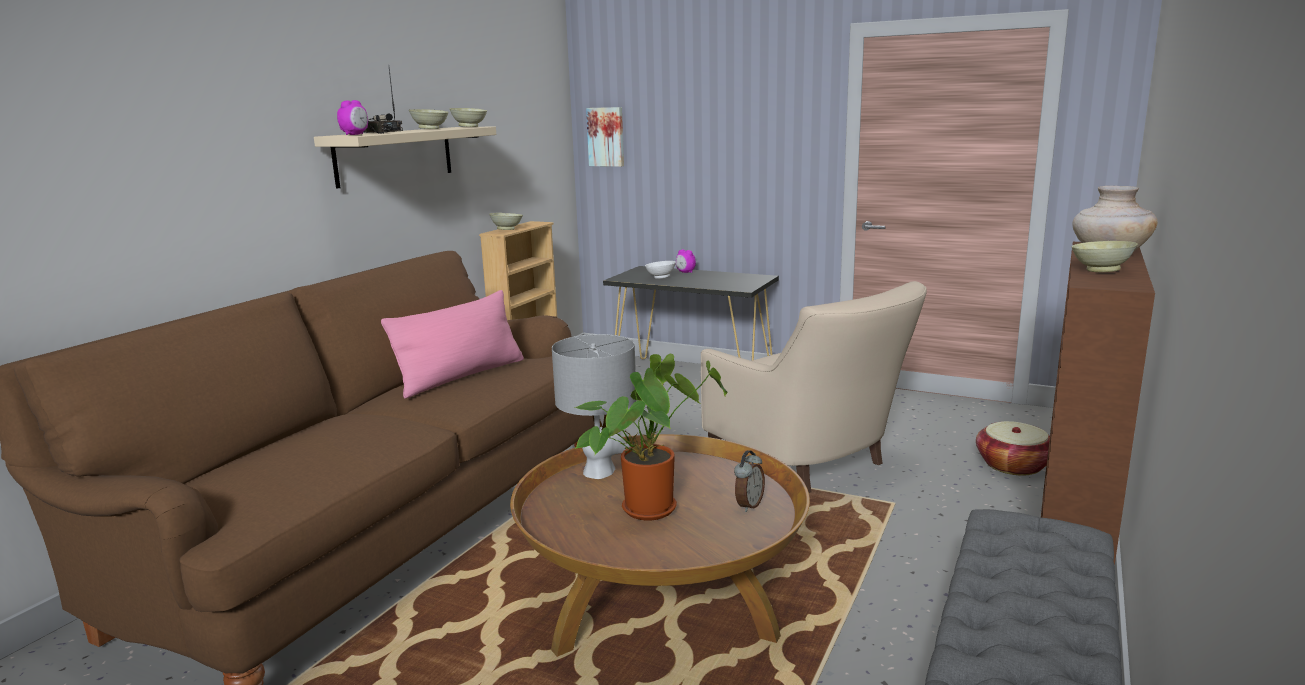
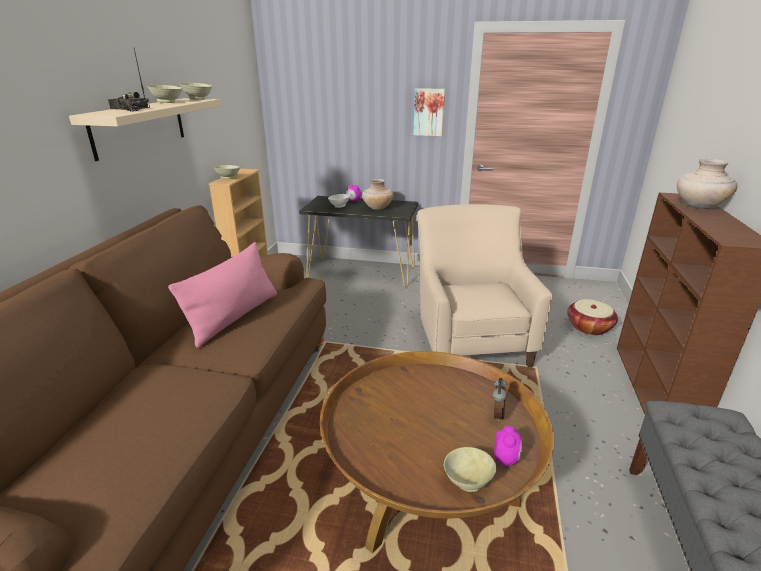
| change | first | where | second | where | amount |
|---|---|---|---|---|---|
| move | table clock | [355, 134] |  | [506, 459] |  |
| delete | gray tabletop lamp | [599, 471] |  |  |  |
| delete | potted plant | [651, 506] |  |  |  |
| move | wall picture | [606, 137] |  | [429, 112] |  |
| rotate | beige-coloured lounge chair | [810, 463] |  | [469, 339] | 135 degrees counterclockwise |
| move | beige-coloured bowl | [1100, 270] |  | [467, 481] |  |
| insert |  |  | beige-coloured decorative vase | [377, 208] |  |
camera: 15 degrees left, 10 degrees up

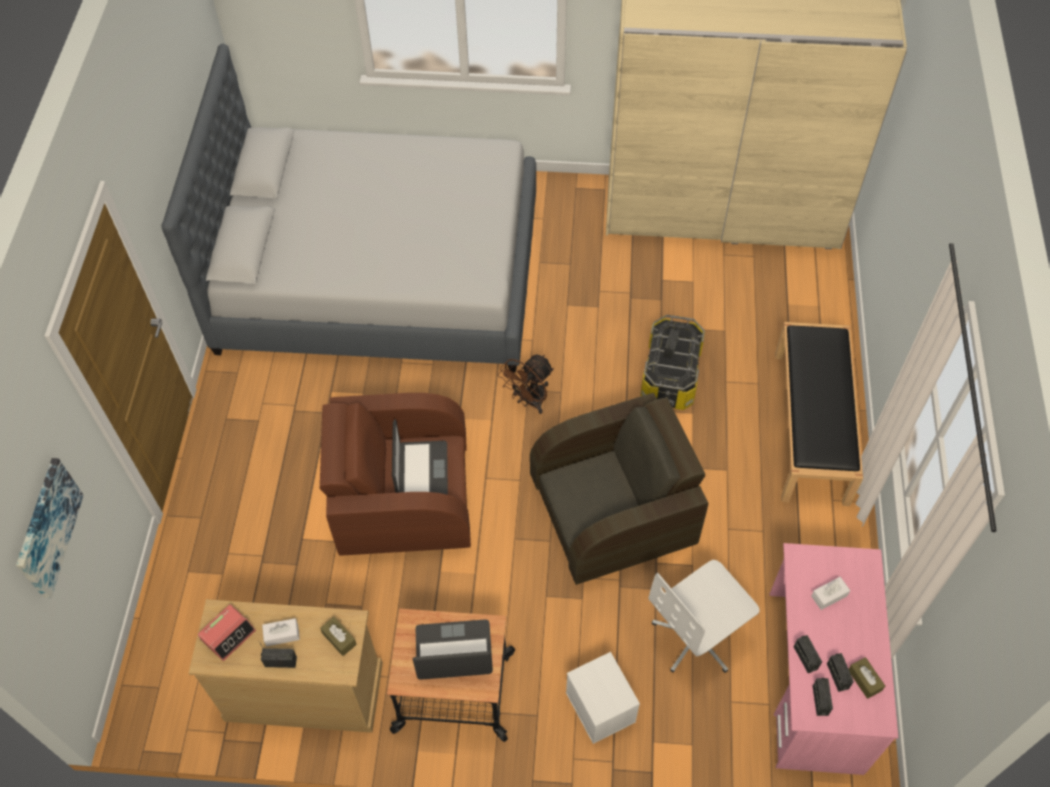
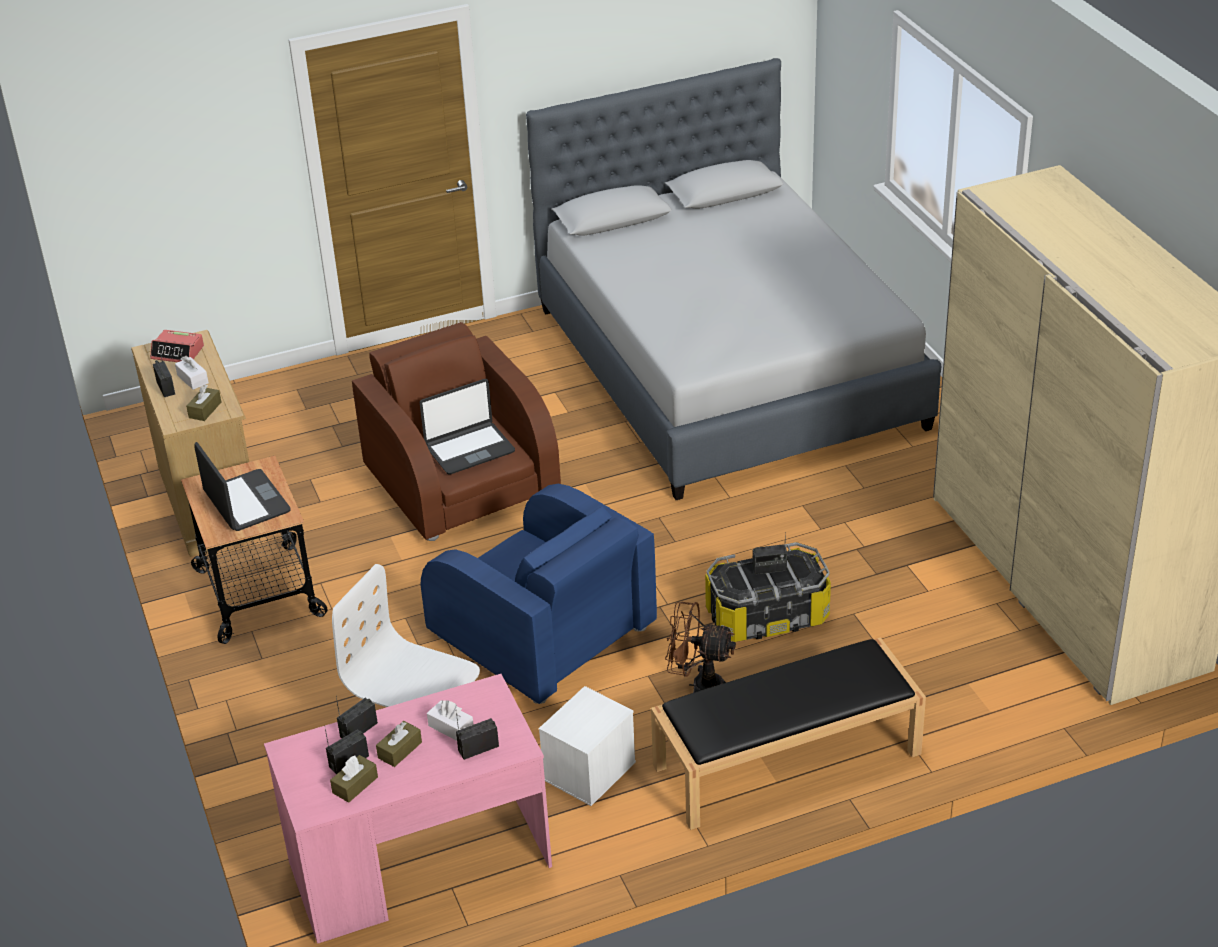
| change | first | where | second | where | amount |
|---|---|---|---|---|---|
| delete | wall picture | [47, 528] |  |  |  |
| move | brown-coloured cooling fan | [529, 401] |  | [699, 686] |  |
| recolor | brown-coloured lounge chair | [614, 512] | bluish lounge chair | [543, 633] |  |
| move | white-coloured storage box | [601, 707] |  | [589, 772] |  |
| move | radio set | [820, 700] |  | [478, 748] |  |
| insert |  |  | brown-coloured box of tissues | [400, 750] |  |
camera: 65 degrees right, 20 degrees down

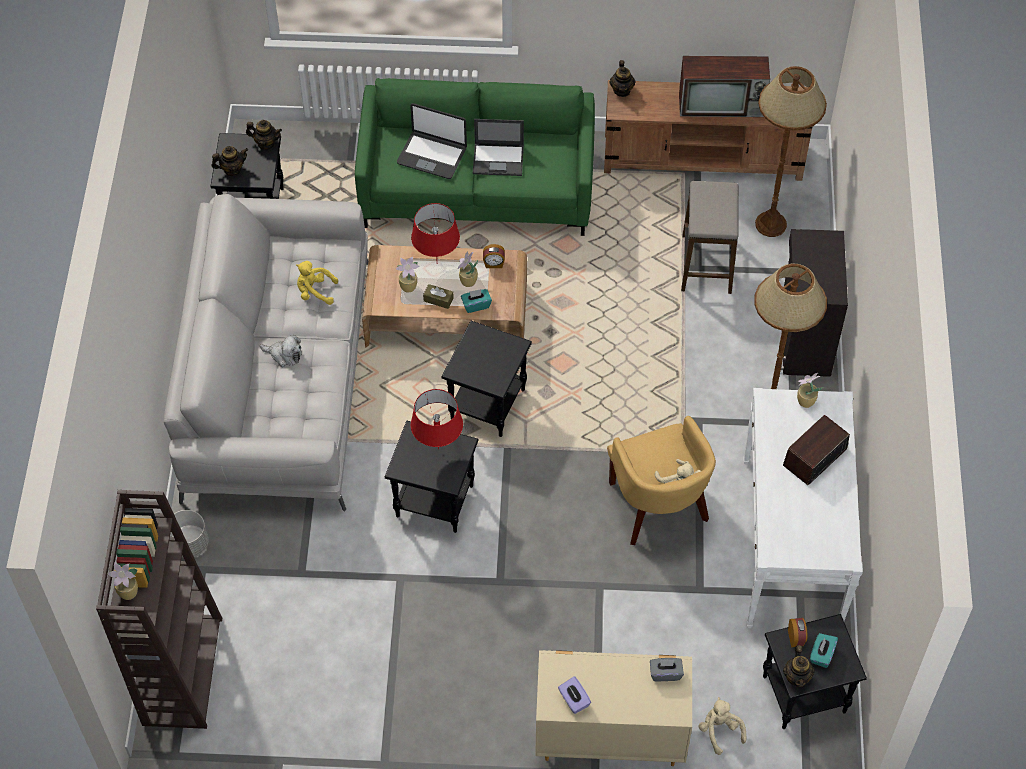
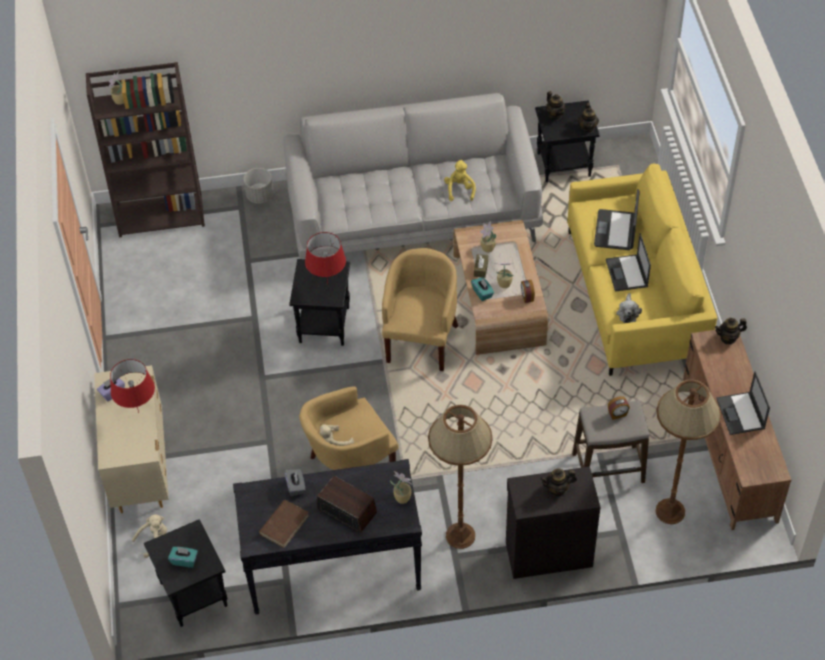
| change | first | where | second | where | amount |
|---|---|---|---|---|---|
| move | cuddly toy | [284, 355] |  | [628, 312] |  |
| recolor | green couch | [477, 189] | yellowish couch | [634, 296] |  |
| move | red tabletop lamp | [437, 263] |  | [139, 413] |  |
| replace | black accent table | [487, 403] | yellowish lounge chair | [421, 340] |  |
| move | gray box of tissues | [665, 673] |  | [295, 486] |  |
| replace | television | [723, 105] | portable computer | [741, 414] |  |
| recolor | white-coloured console table | [791, 544] | black console table | [332, 568] |  |
| move | tea pot | [797, 677] |  | [557, 489] |  |
| move | table clock | [796, 638] |  | [617, 414] |  |
| insert |  |  | brown-coloured volume | [284, 524] |  |
camera: 80 degrees right, 5 degrees down

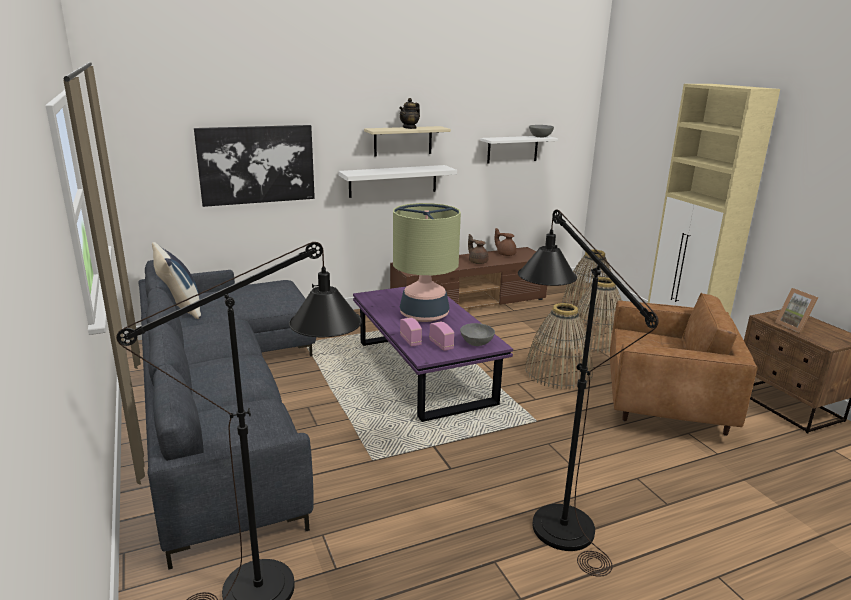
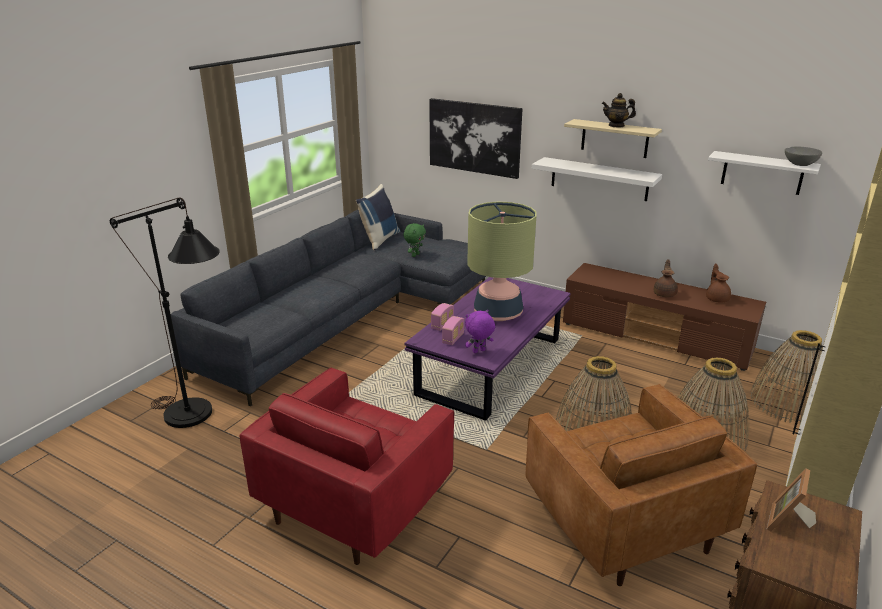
| change | first | where | second | where | amount |
|---|---|---|---|---|---|
| replace | gray bowl | [476, 343] | purple-coloured cuddly toy | [479, 351] |  |
| replace | black standard lamp | [552, 516] | red lounge chair | [354, 503] |  |
| insert |  |  | green cuddly toy | [415, 255] |  |
camera: 55 degrees right, 5 degrees up

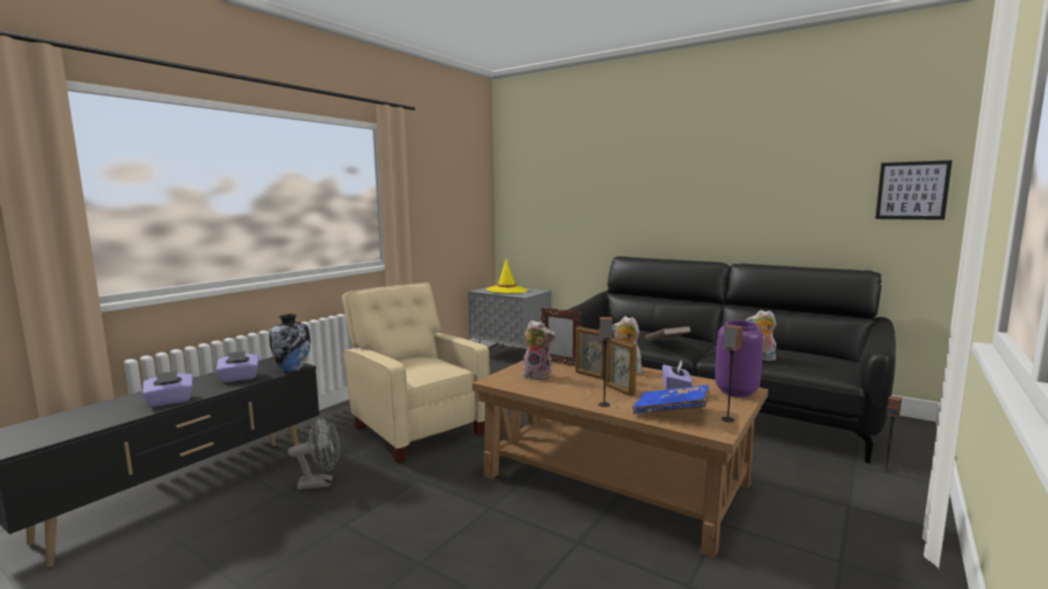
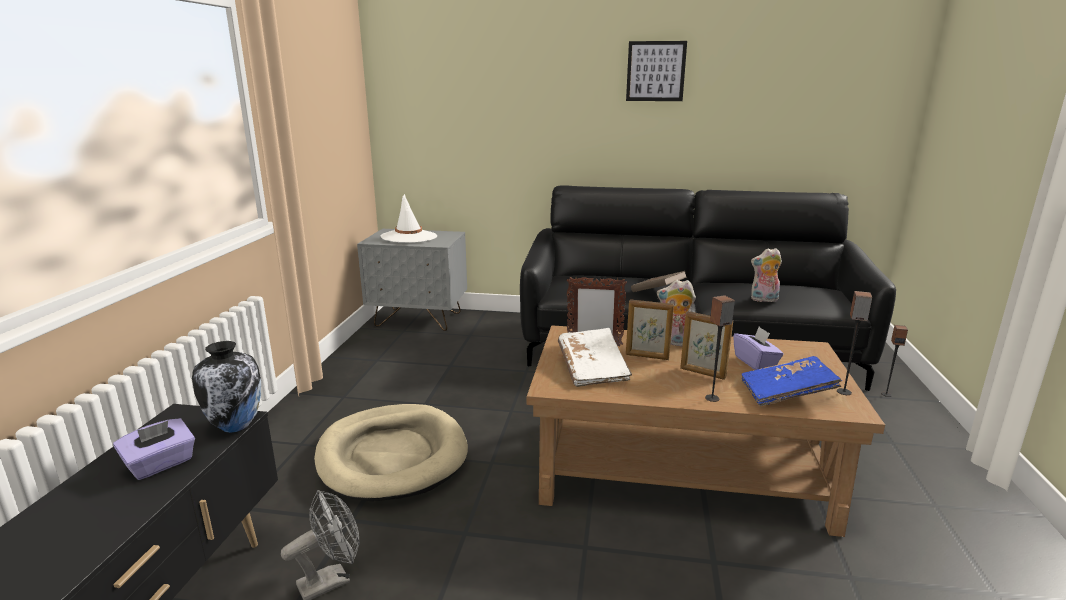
| change | first | where | second | where | amount |
|---|---|---|---|---|---|
| delete | purple-coloured box of tissues | [170, 401] |  |  |  |
| replace | beige-coloured lounge chair | [417, 428] | beige-coloured pet bed | [392, 456] |  |
| recolor | yellowish wearable hat | [507, 290] | white-coloured wearable hat | [409, 237] |  |
| replace | cuddly toy | [538, 376] | white-coloured volume | [592, 369] |  |
| delete | purple-coloured decorative vase | [736, 391] |  |  |  |
| move | wall picture | [912, 190] |  | [655, 71] |  |
camera: 25 degrees left, 10 degrees up

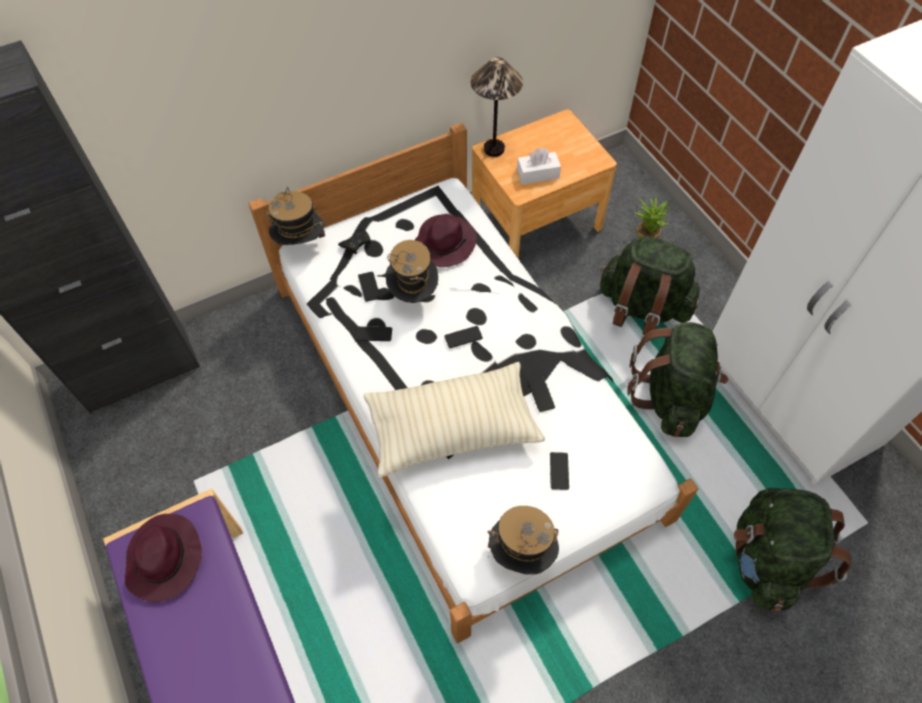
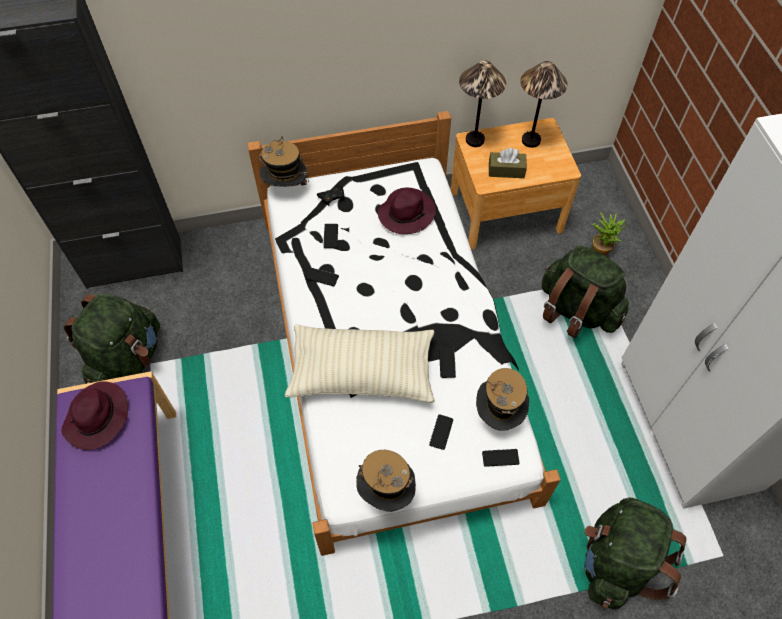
| change | first | where | second | where | amount |
|---|---|---|---|---|---|
| move | wearable hat | [413, 295] |  | [498, 414] |  |
| move | handset | [463, 337] |  | [500, 458] |  |
| recolor | white-coloured box of tissues | [537, 174] | brown-coloured box of tissues | [506, 170] |  |
| move | green backpack | [671, 397] |  | [127, 360] |  |
| insert |  |  | tabletop lamp | [530, 140] |  |
camera: 15 degrees right, 0 degrees up

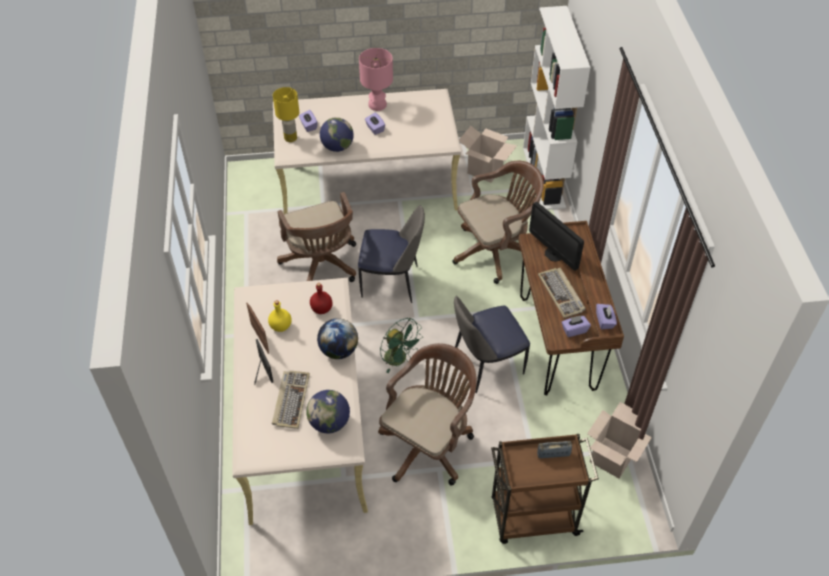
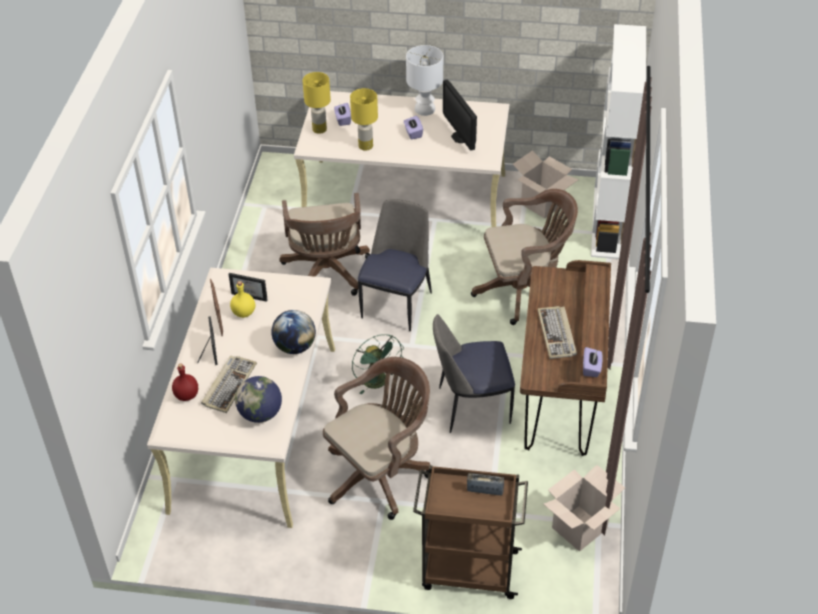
| change | first | where | second | where | amount |
|---|---|---|---|---|---|
| move | red drink bottle | [321, 309] |  | [186, 395] |  |
| replace | world globe | [337, 147] | yellowish tabletop lamp | [366, 146] |  |
| rotate | upright chair | [392, 282] |  | [397, 303] | 90 degrees counterclockwise |
| recolor | pink-coloured tabletop lamp | [377, 105] | white-coloured tabletop lamp | [424, 109] |  |
| move | computer screen | [553, 254] |  | [460, 137] |  |
| delete | purple-coloured box of tissues | [574, 330] |  |  |  |
| insert |  |  | photo frame | [251, 294] |  |
camera: 15 degrees right, 5 degrees down

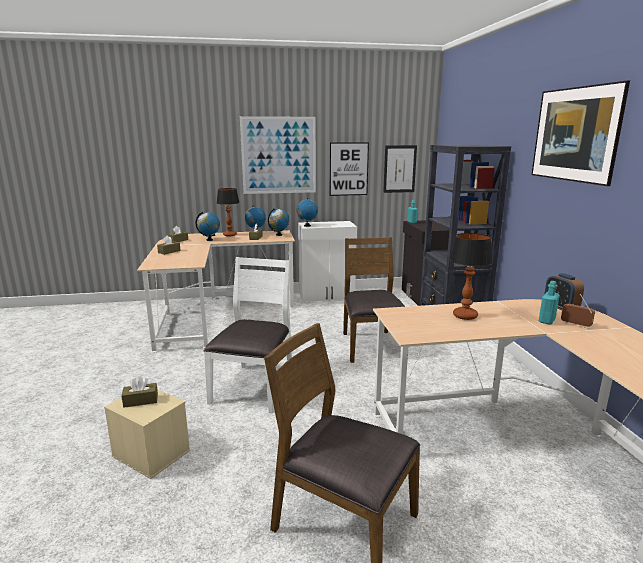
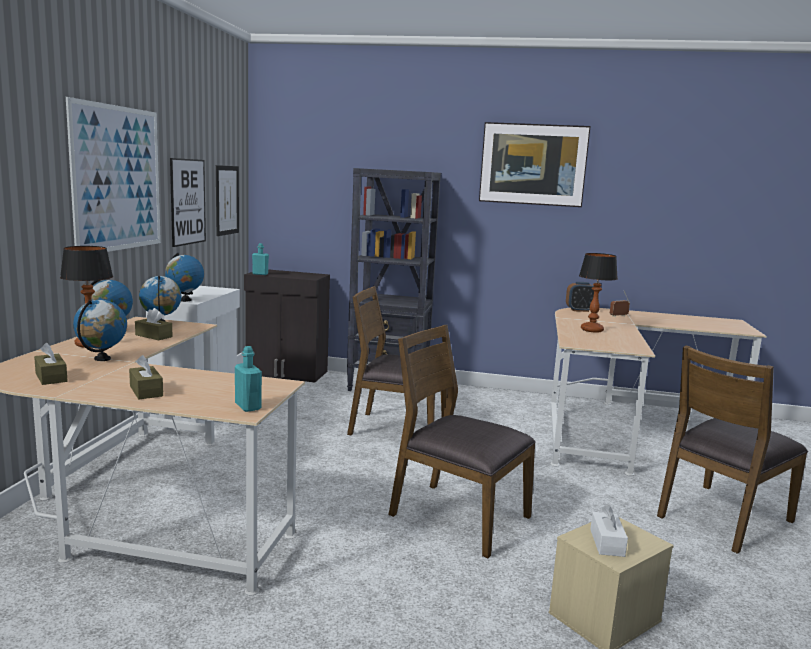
| change | first | where | second | where | amount |
|---|---|---|---|---|---|
| recolor | brown-coloured box of tissues | [140, 401] | white-coloured box of tissues | [607, 542] |  |
| recolor | white-coloured upright chair | [254, 386] | brown-coloured upright chair | [457, 516] |  |
| move | blue-green drink bottle | [546, 321] |  | [248, 406] |  |
camera: 70 degrees left, 5 degrees down

